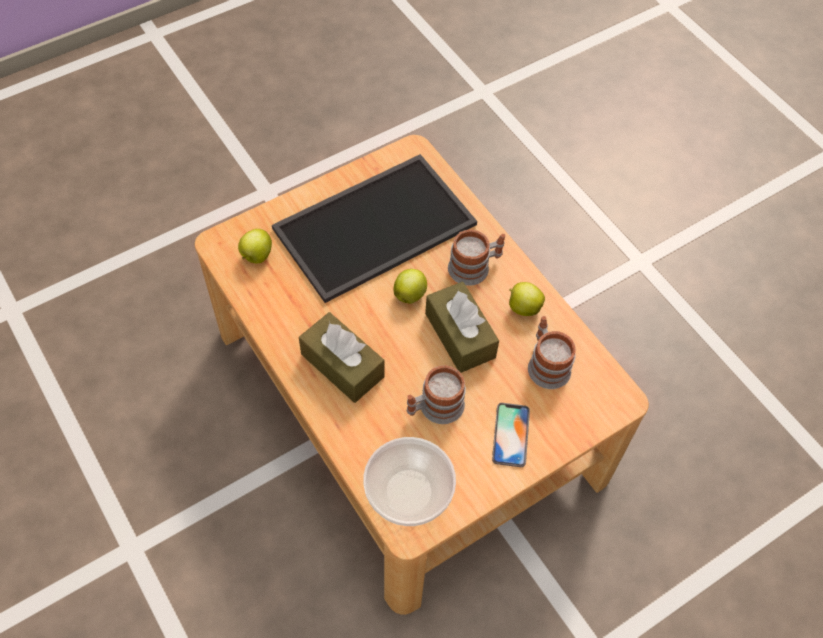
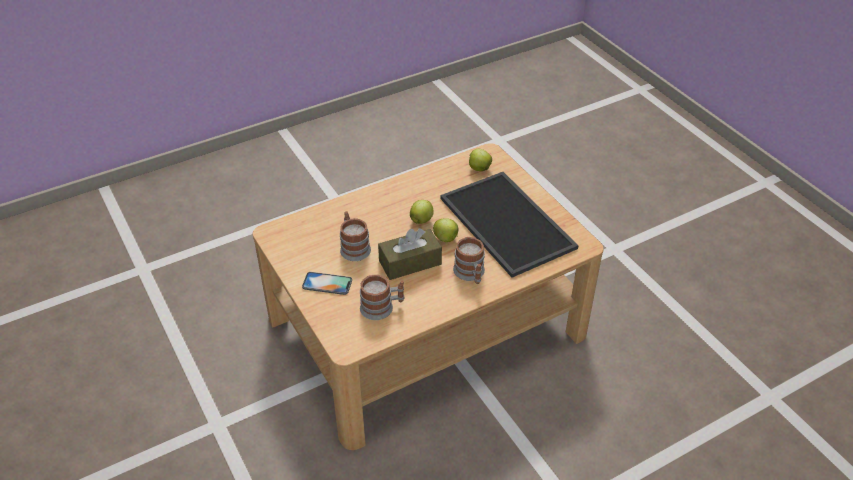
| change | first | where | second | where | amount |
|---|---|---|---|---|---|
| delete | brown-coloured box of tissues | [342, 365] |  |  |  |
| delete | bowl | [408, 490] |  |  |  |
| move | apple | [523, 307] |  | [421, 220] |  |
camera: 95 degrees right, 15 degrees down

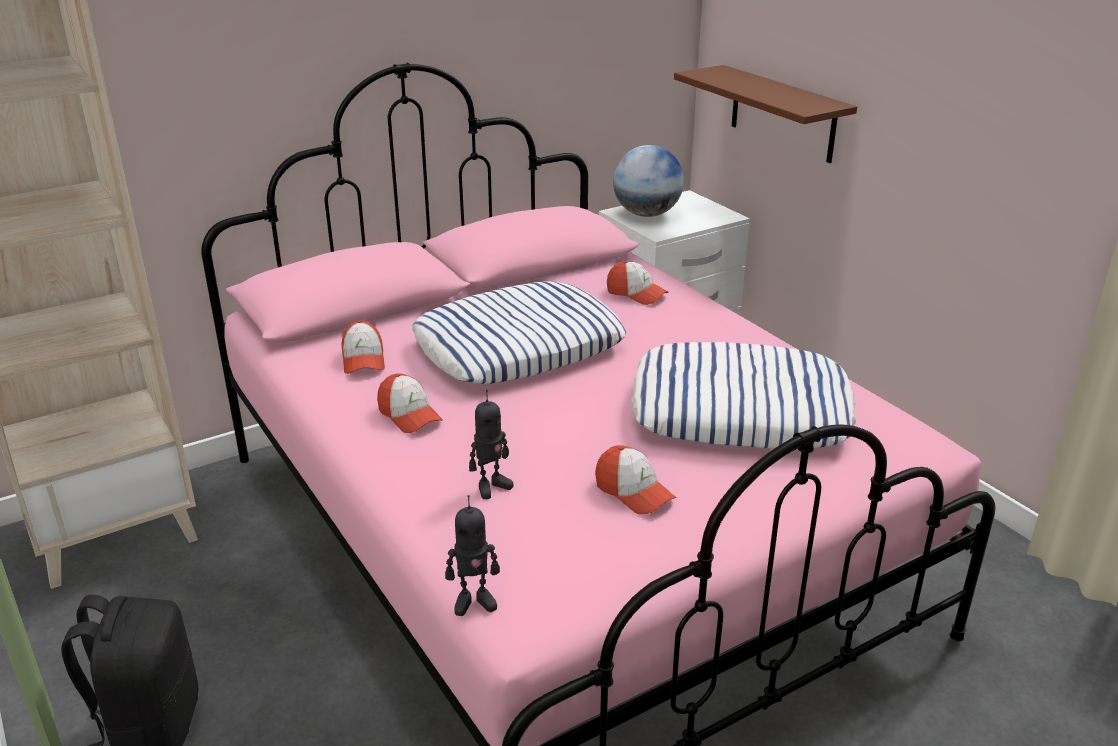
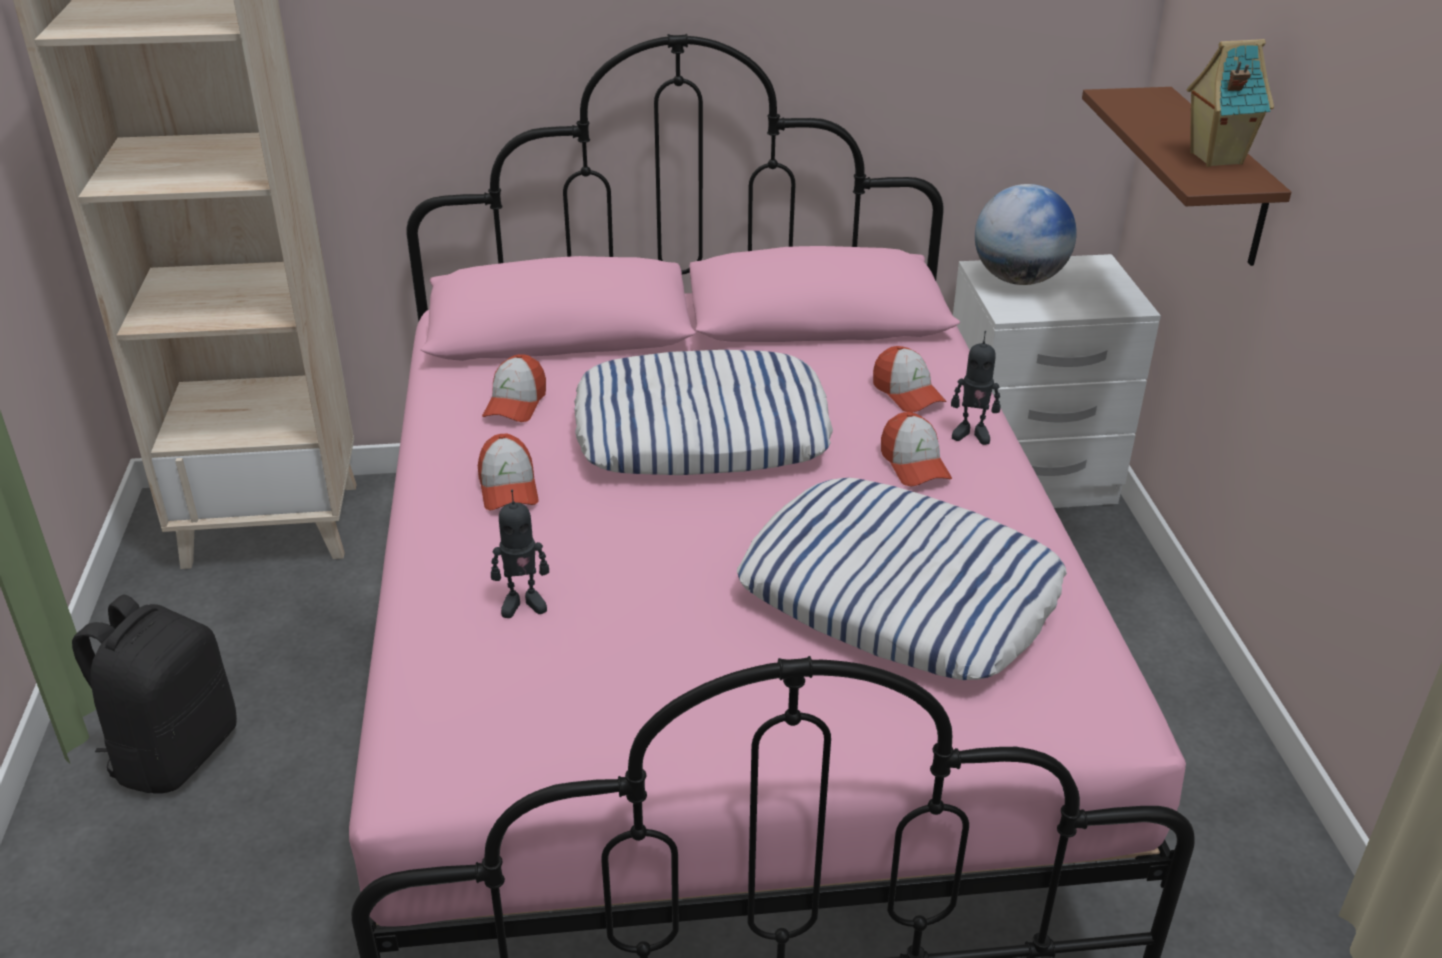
| change | first | where | second | where | amount |
|---|---|---|---|---|---|
| move | model robot | [474, 601] |  | [971, 434] |  |
| move | cap | [633, 492] |  | [914, 464] |  |
| insert |  |  | toy house | [1214, 158] |  |
camera: 25 degrees right, 5 degrees up

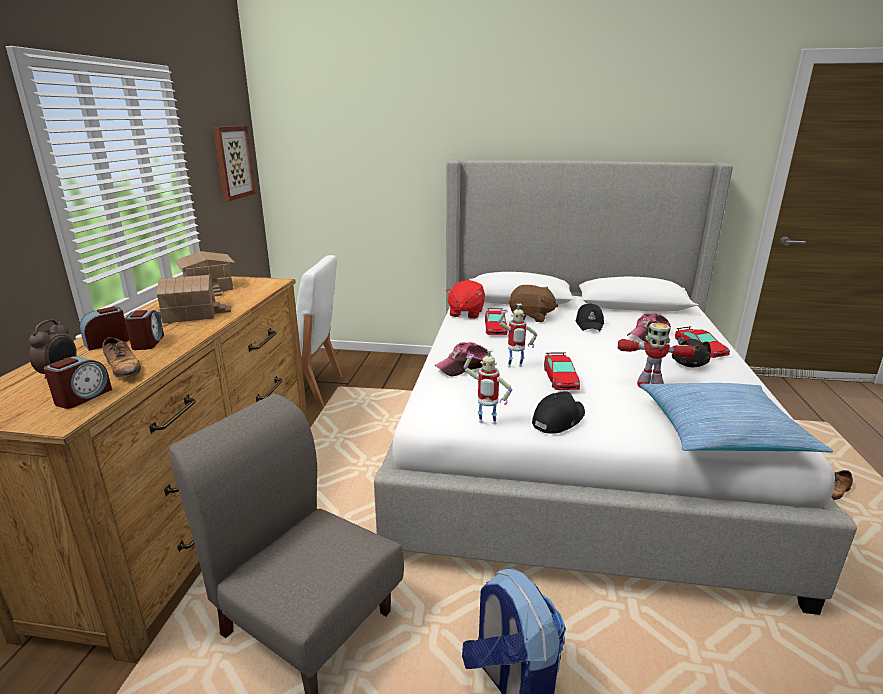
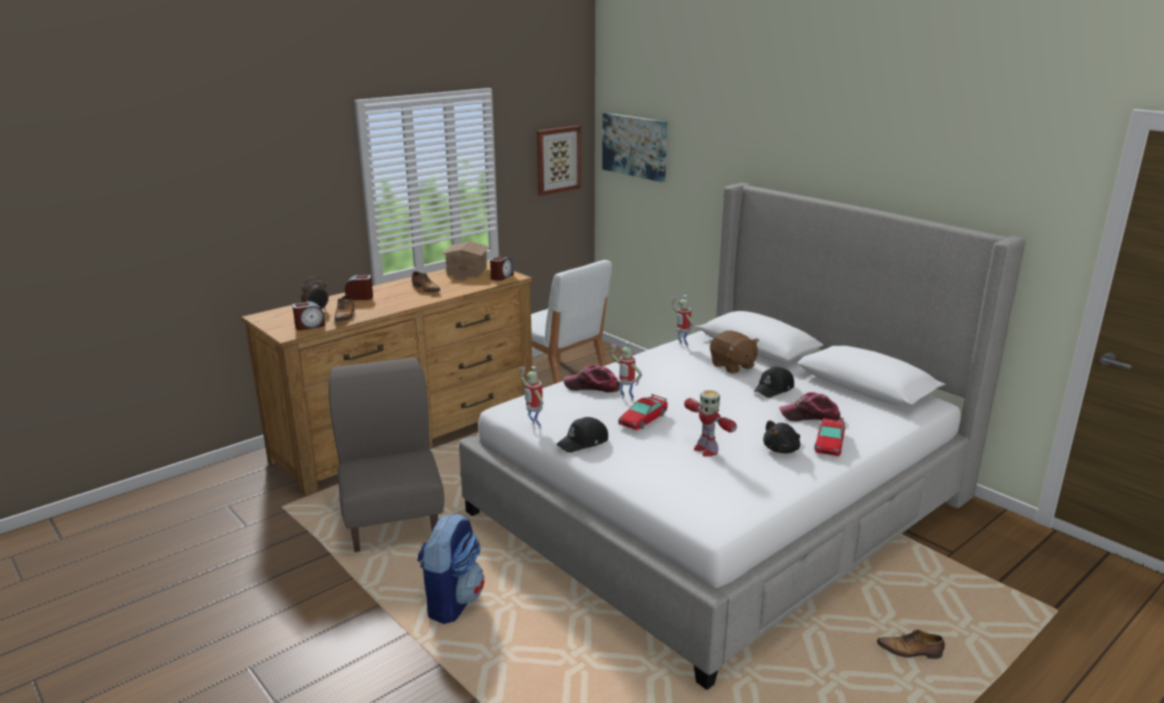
| change | first | where | second | where | amount |
|---|---|---|---|---|---|
| move | table clock | [148, 342] |  | [501, 277] |  |
| replace | toy house | [190, 313] | low shoe | [426, 289] |  |
| replace | red cuddly toy | [465, 313] | model robot | [682, 345] |  |
| delete | model car | [495, 328] |  |  |  |
| rotate | black cap | [558, 420] |  | [583, 442] | 150 degrees clockwise |
| delete | pillow | [721, 431] |  |  |  |
| insert |  |  | wall picture | [635, 146] |  |
camera: 40 degrees right, 0 degrees up

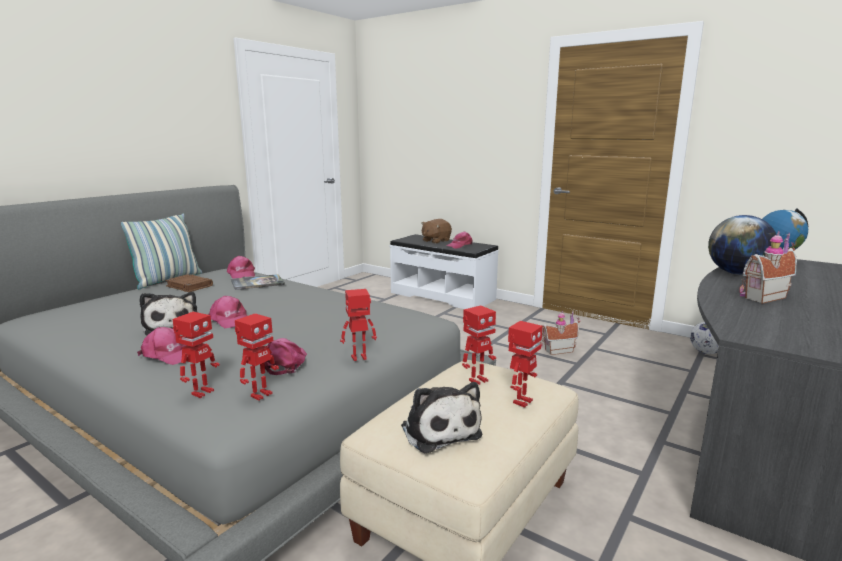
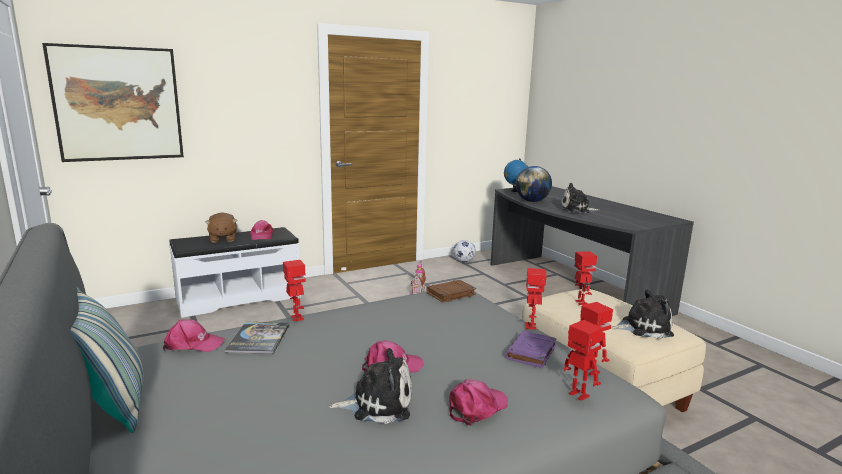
| change | first | where | second | where | amount |
|---|---|---|---|---|---|
| move | brown-coloured volume | [189, 286] |  | [450, 294] |  |
| replace | pink-coloured cap | [285, 362] | purple-coloured volume | [531, 353] |  |
| move | model robot | [521, 401] |  | [296, 318] |  |
| replace | toy house | [760, 297] | cuddly toy | [577, 210] |  |
| insert |  |  | wall picture | [118, 104] |  |
camera: 65 degrees left, 0 degrees up

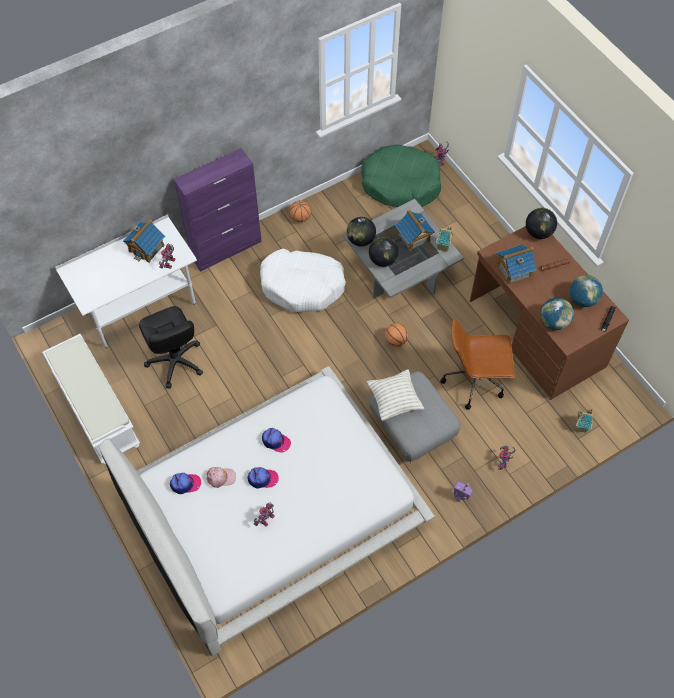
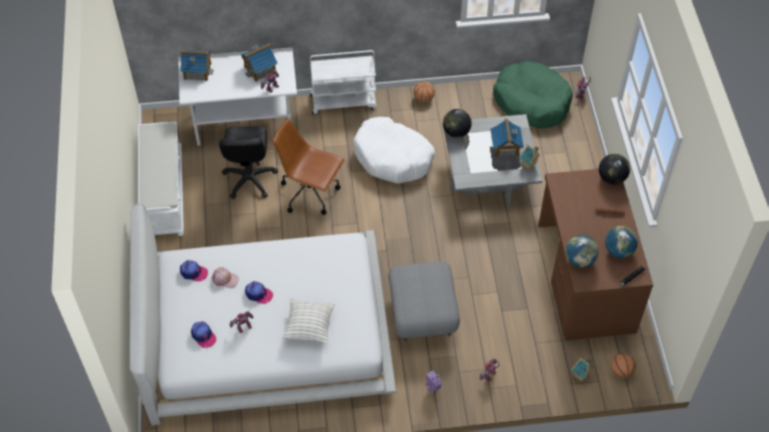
| change | first | where | second | where | amount |
|---|---|---|---|---|---|
| replace | purple-coloured cupboard | [226, 248] | white-coloured cart | [344, 102] |  |
| move | cap | [275, 441] |  | [203, 336] |  |
| move | pillow | [394, 400] |  | [309, 327] |  |
| delete | world globe | [383, 260] |  |  |  |
| move | basketball ball | [395, 341] |  | [621, 371] |  |
| move | brown-coloured computer chair | [475, 381] |  | [311, 193] |  |
| move | toy house | [513, 270] |  | [197, 71] |  |
camera: 25 degrees right, 5 degrees down

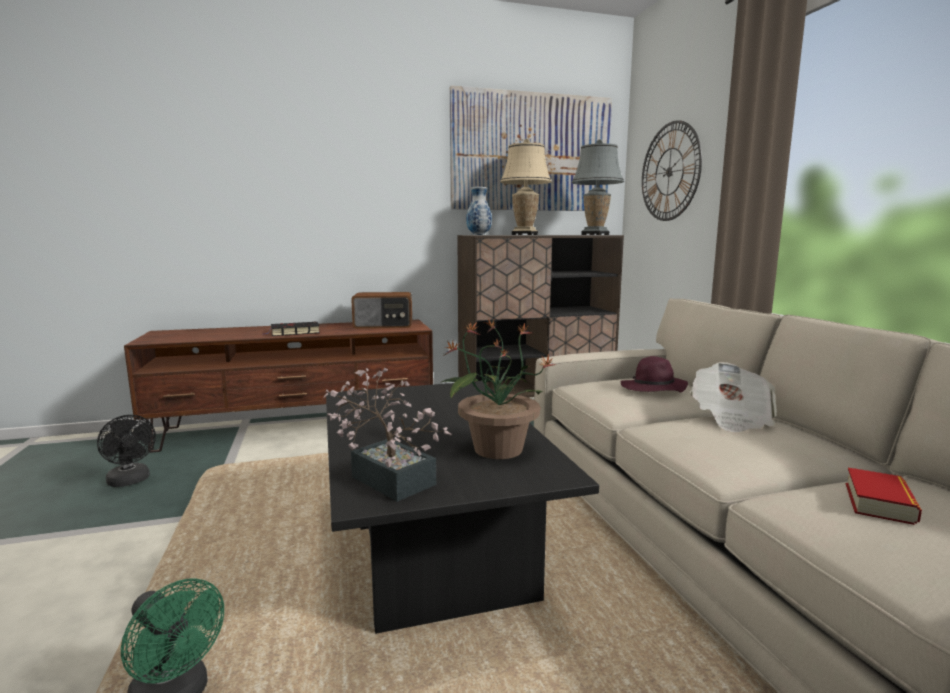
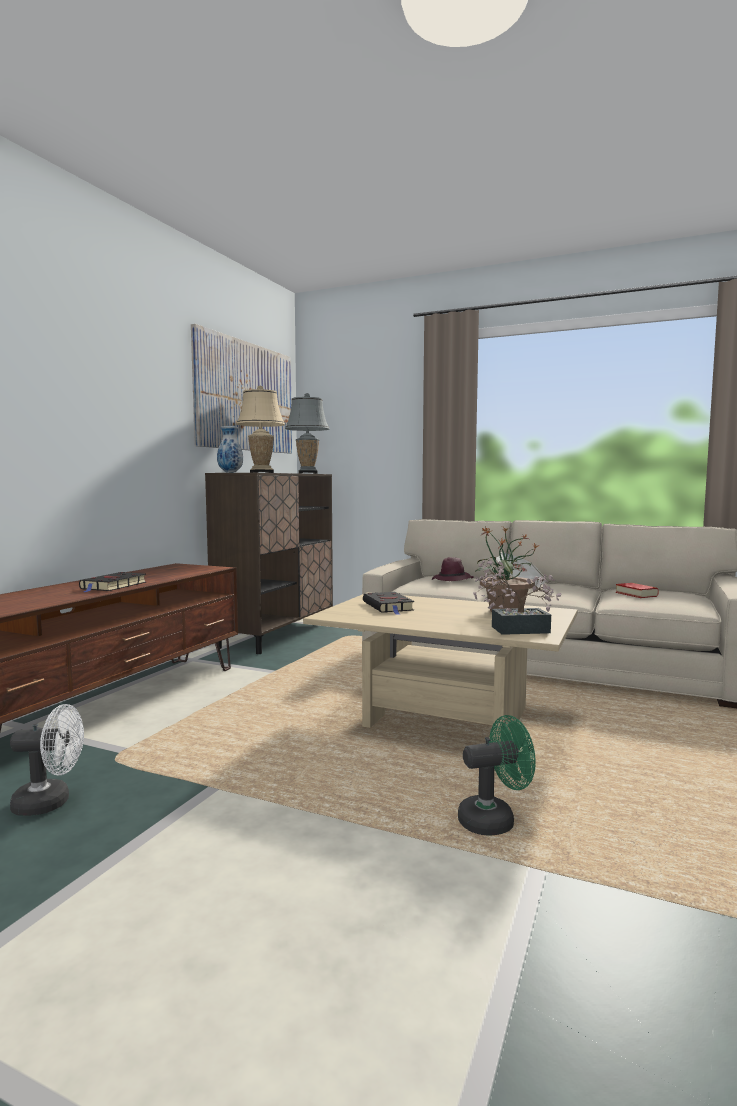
| change | first | where | second | where | amount |
|---|---|---|---|---|---|
| recolor | black cooling fan | [130, 481] | white-coloured cooling fan | [50, 803] |  |
| recolor | black coffee table | [433, 559] | beige-coloured coffee table | [443, 719] |  |
| delete | radio set | [383, 325] |  |  |  |
| delete | hanging clock | [669, 172] |  |  |  |
| insert |  |  | black volume | [389, 607] |  |
camera: 50 degrees left, 5 degrees down

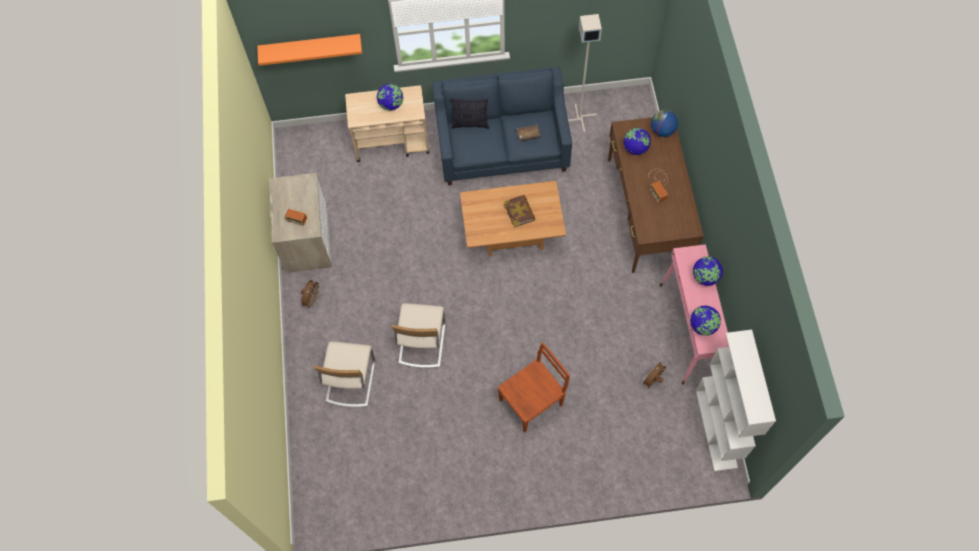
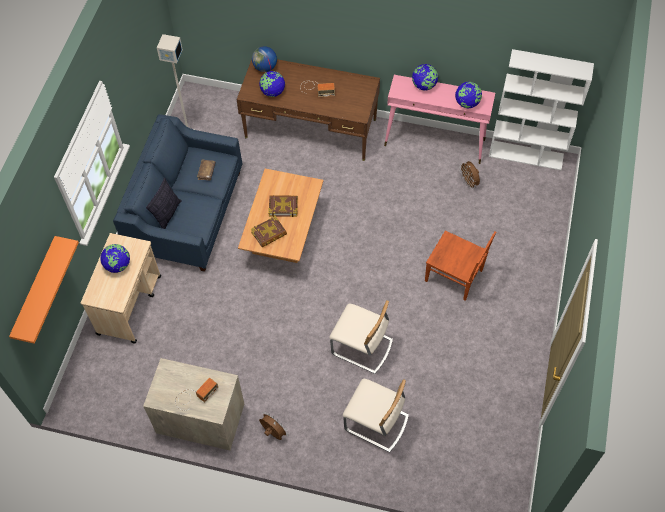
| change | first | where | second | where | amount |
|---|---|---|---|---|---|
| rotate | brown-coloured upright chair | [532, 402] |  | [455, 276] | 135 degrees clockwise |
| insert |  |  | volume | [269, 233] |  |
camera: 70 degrees left, 5 degrees down

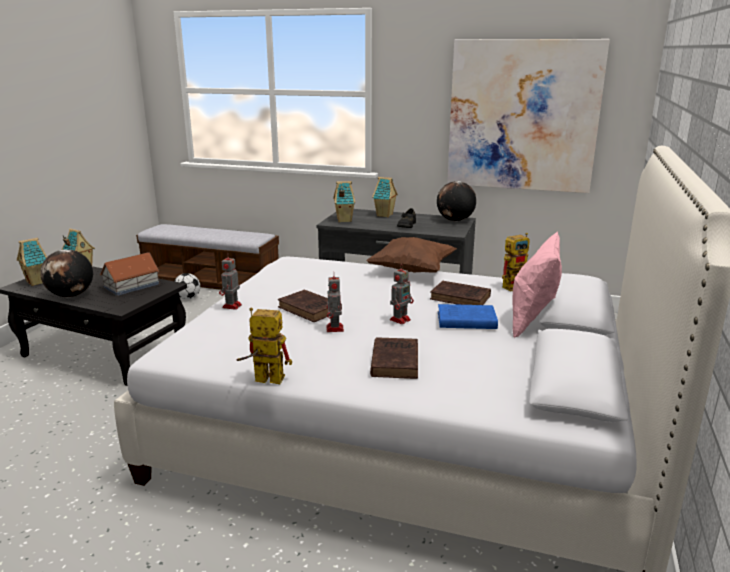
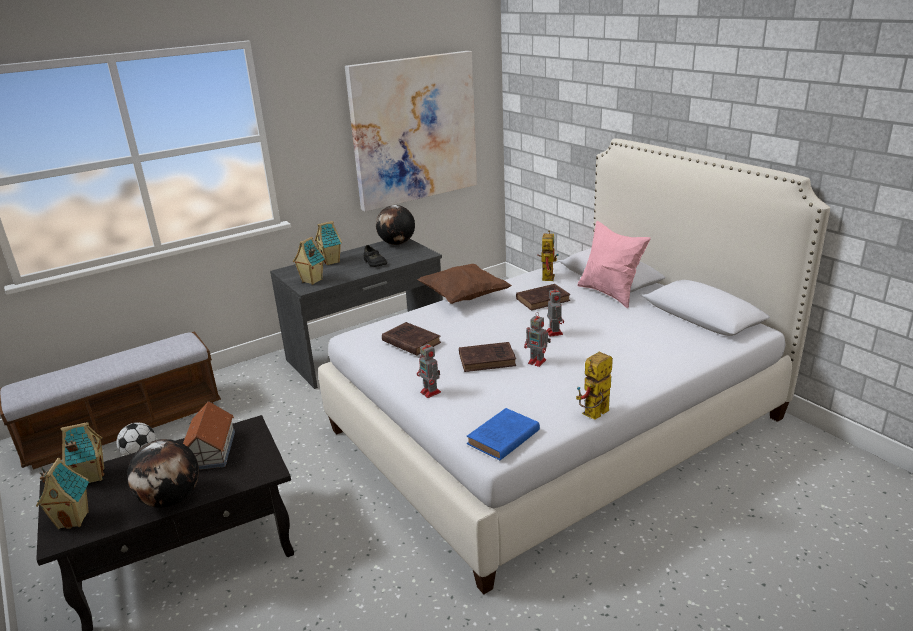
| change | first | where | second | where | amount |
|---|---|---|---|---|---|
| move | brown-coloured volume | [395, 361] |  | [410, 341] |  |
| move | bluish volume | [464, 321] |  | [502, 438] |  |
camera: 50 degrees left, 5 degrees up

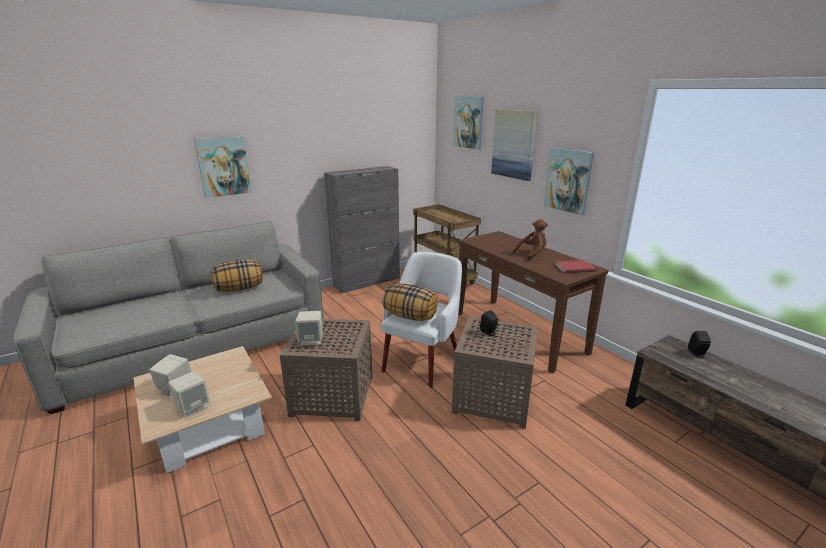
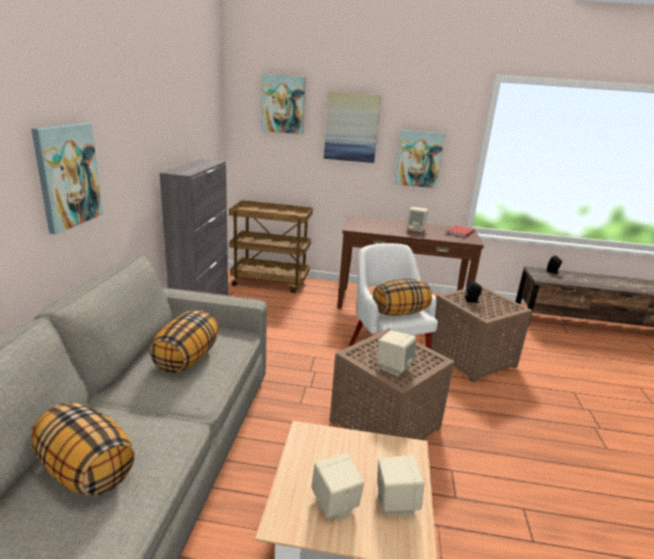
| change | first | where | second | where | amount |
|---|---|---|---|---|---|
| replace | brown-coloured cuddly toy | [532, 254] | beige-coloured loudspeaker | [416, 229] |  |
| insert |  |  | pillow | [86, 471] |  |
camera: 50 degrees left, 0 degrees up

